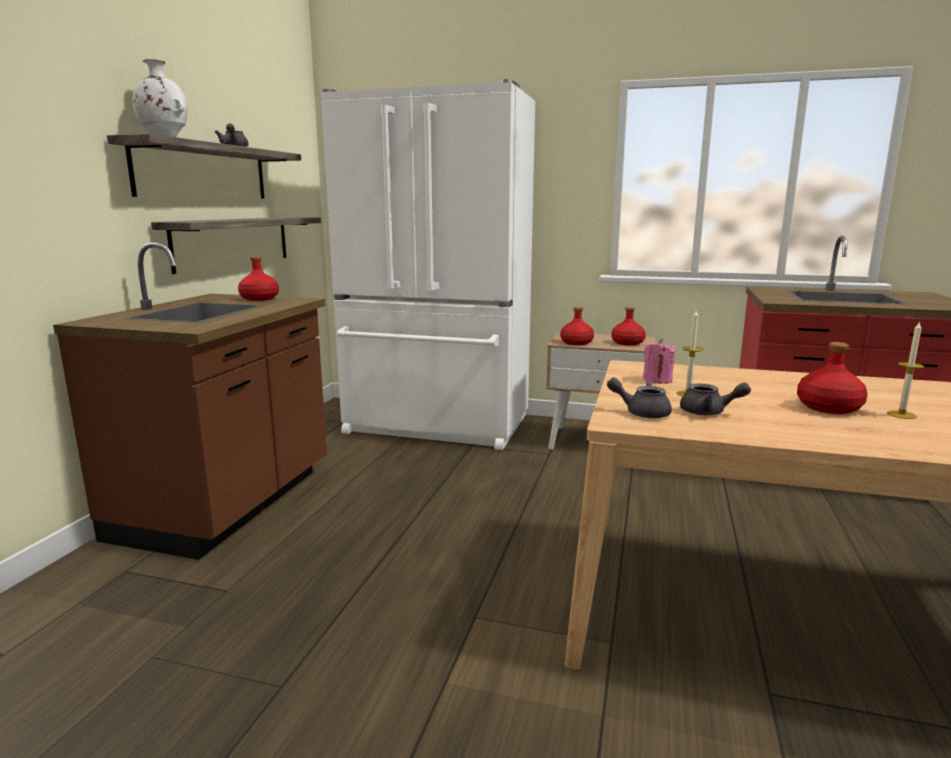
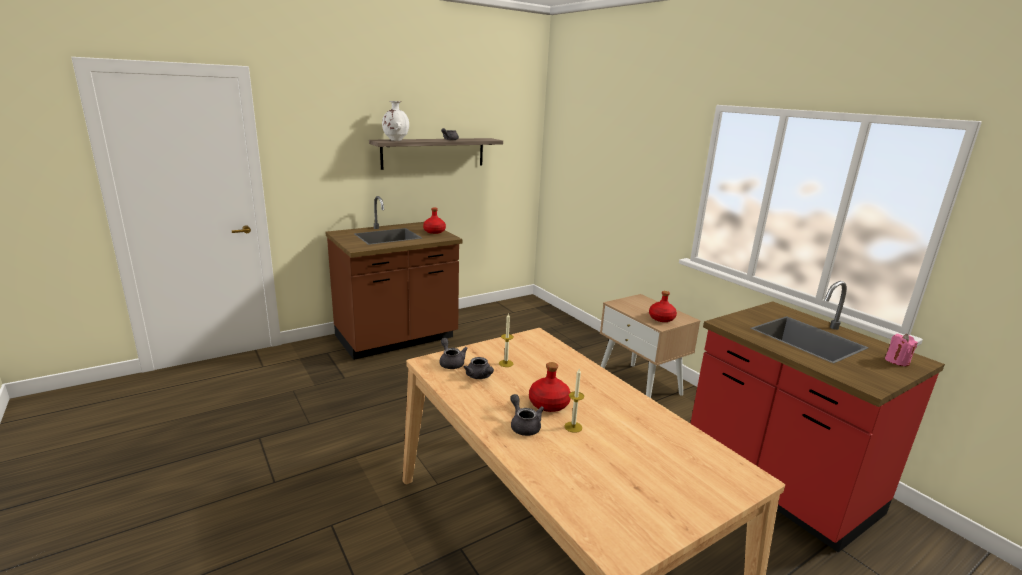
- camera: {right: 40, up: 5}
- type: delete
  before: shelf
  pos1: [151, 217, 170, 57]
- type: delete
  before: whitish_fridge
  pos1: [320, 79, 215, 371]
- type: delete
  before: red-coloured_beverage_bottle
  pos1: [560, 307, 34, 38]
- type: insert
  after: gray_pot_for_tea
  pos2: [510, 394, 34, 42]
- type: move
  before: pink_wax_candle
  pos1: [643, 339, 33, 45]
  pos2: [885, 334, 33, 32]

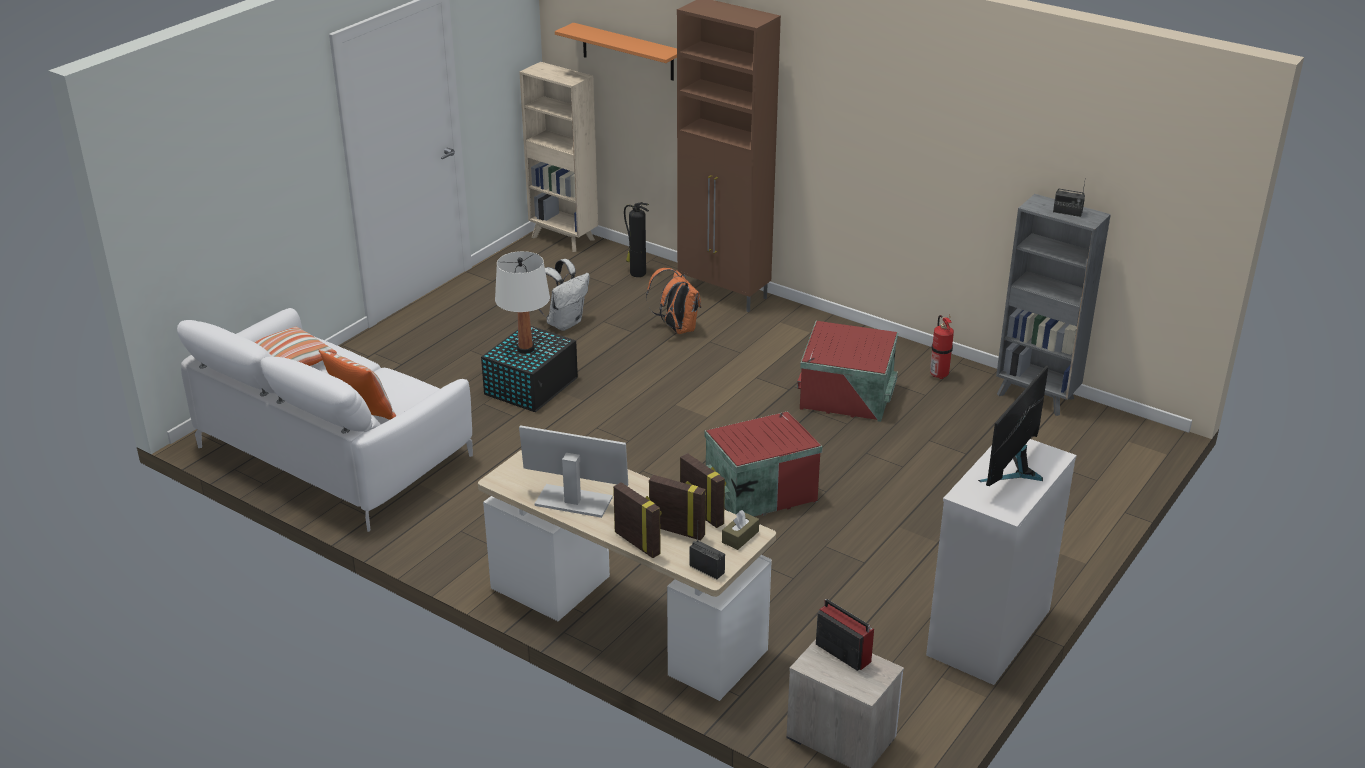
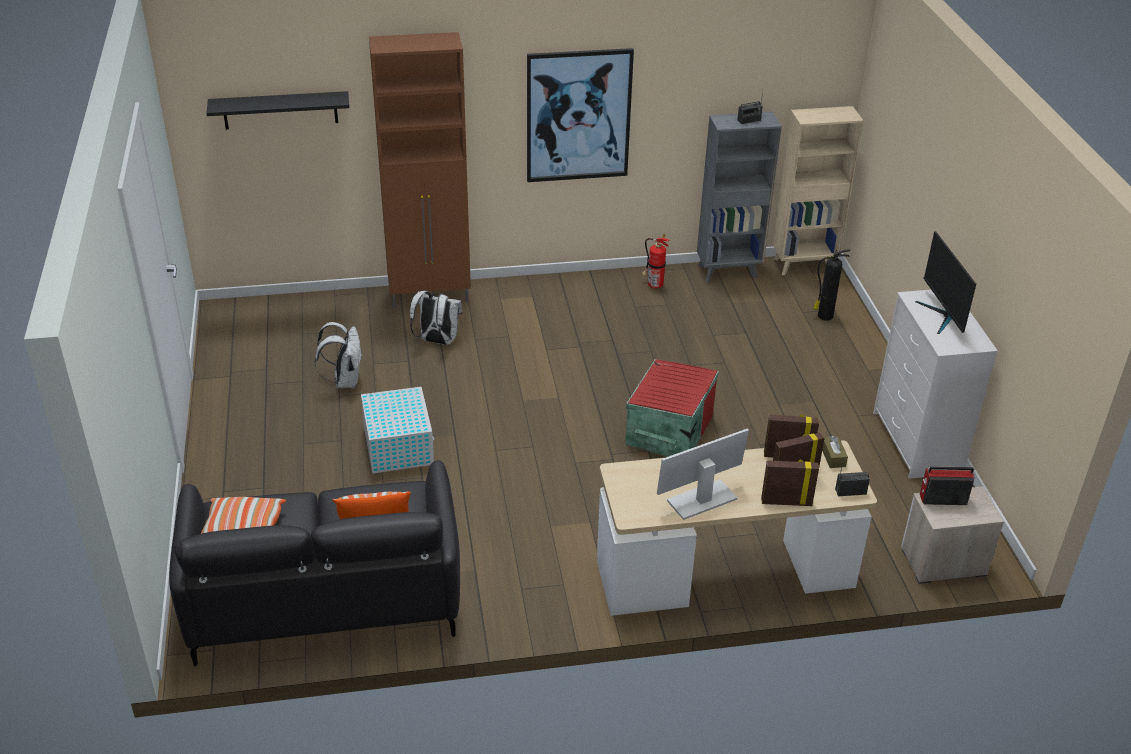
- camera: {right: -45, up: 5}
- type: delete
  before: whitish_tabletop_lamp
  pos1: [495, 251, 55, 103]
- type: delete
  before: red-coloured_storage_bin
  pos1: [797, 321, 101, 101]
- type: insert
  after: wall_art
  pos2: [527, 48, 107, 134]
- type: move
  before: beige_bookshelf
  pos1: [519, 62, 79, 190]
  pos2: [773, 106, 91, 170]
- type: move
  before: fire-fighting_cylinder
  pos1: [624, 202, 25, 75]
  pos2: [813, 249, 37, 72]
- type: recolor
  before: whitish_sofa
  after: black-coloured_sofa
  pos1: [177, 308, 296, 224]
  pos2: [169, 460, 291, 207]
- type: recolor
  before: black-coloured_storage_bin
  after: whitish_storage_bin
  pos1: [481, 326, 97, 86]
  pos2: [361, 387, 73, 86]
- type: recolor
  before: orangey_shelf
  after: black-coloured_shelf
  pos1: [555, 23, 122, 58]
  pos2: [206, 91, 143, 39]
- type: recolor
  before: orangey_knapsack
  after: whitish_knapsack
  pos1: [646, 268, 55, 66]
  pos2: [410, 291, 53, 54]

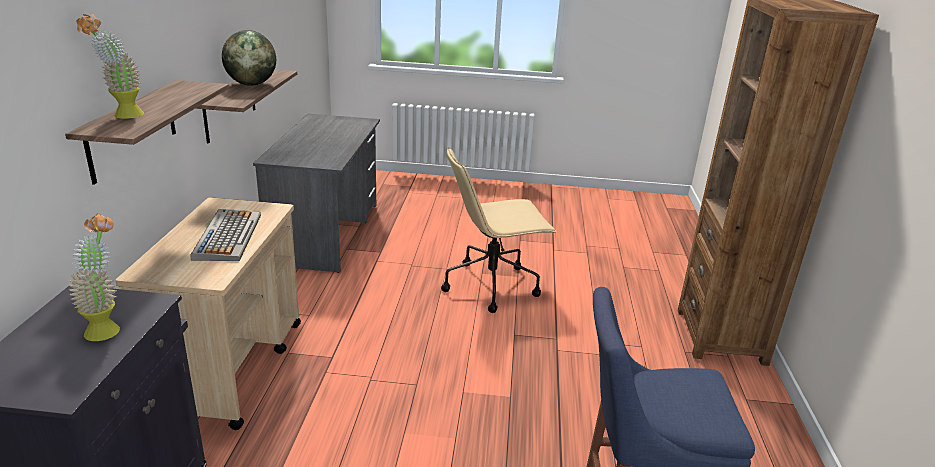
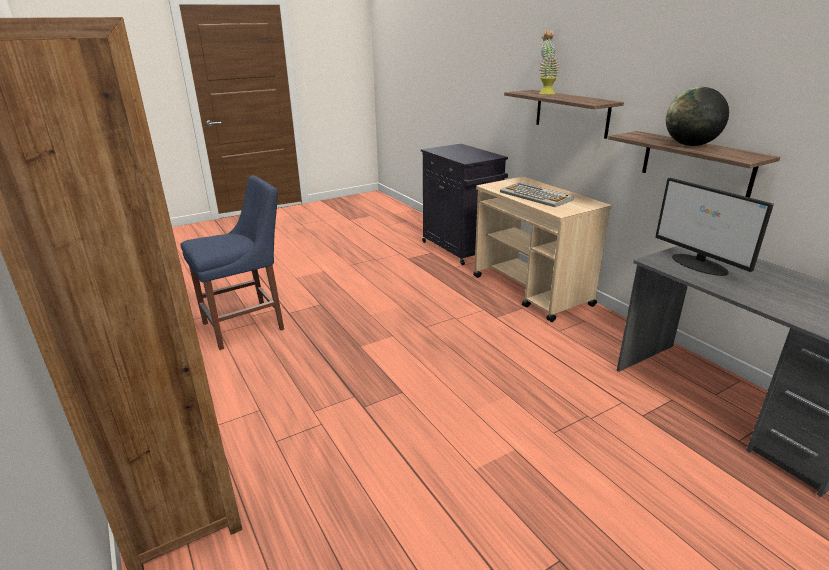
- camera: {right: 145, up: 0}
- type: delete
  before: potted_plant
  pos1: [69, 213, 51, 128]
- type: delete
  before: beige_office_chair
  pos1: [441, 148, 116, 165]
- type: insert
  after: computer_screen
  pos2: [655, 178, 119, 98]

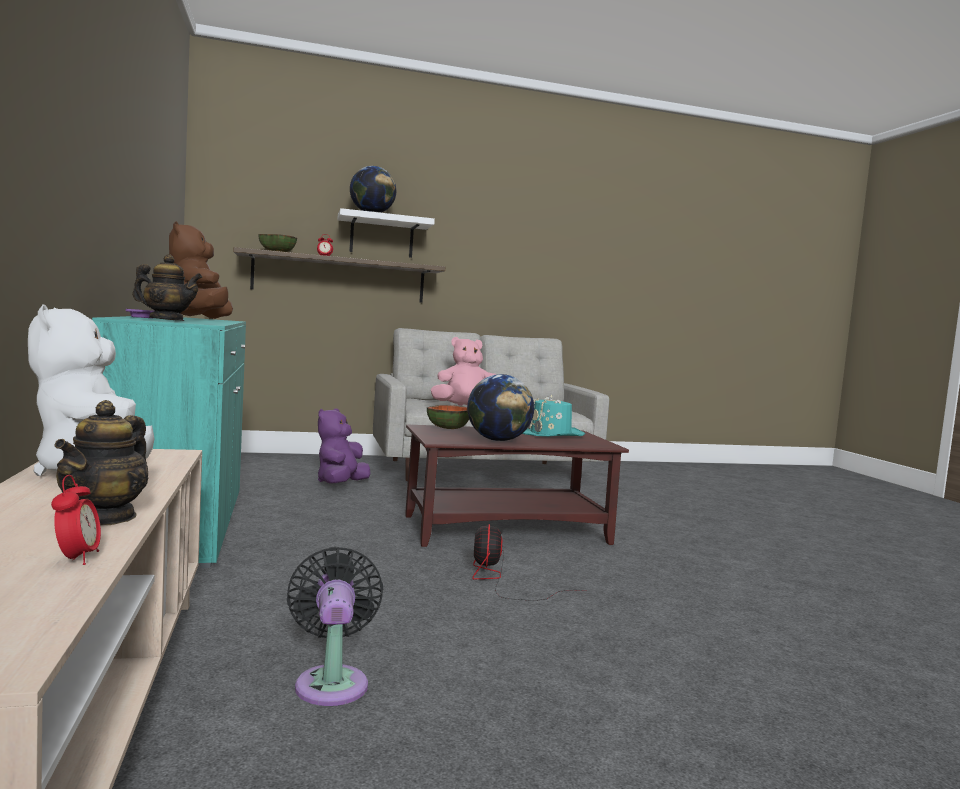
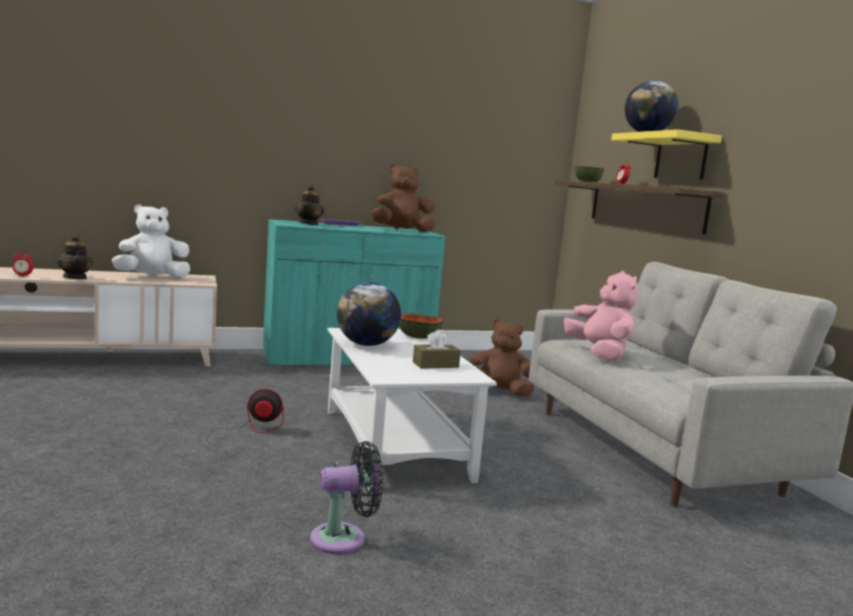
- camera: {right: 85, up: 5}
- type: move
  before: black-coloured_electric_fan
  pos1: [287, 547, 96, 159]
  pos2: [310, 441, 73, 113]
- type: replace
  before: turquoise_wearable_hat
  after: brown_tissue_box
  pos1: [522, 394, 63, 43]
  pos2: [413, 330, 48, 39]
- type: recolor
  before: purple_plush_toy
  after: brown_plush_toy
  pos1: [318, 408, 52, 76]
  pos2: [470, 319, 64, 78]
- type: recolor
  before: whitish_shelf
  after: yellowish_shelf
  pos1: [337, 208, 98, 50]
  pos2: [611, 129, 111, 51]
- type: recolor
  before: brown_lounge_table
  after: whitish_lounge_table
  pos1: [405, 425, 224, 122]
  pos2: [328, 328, 169, 163]
- type: rotate
  before: pot_for_tea
  pos1: [54, 400, 95, 125]
  pos2: [57, 235, 36, 44]
  turn: -135

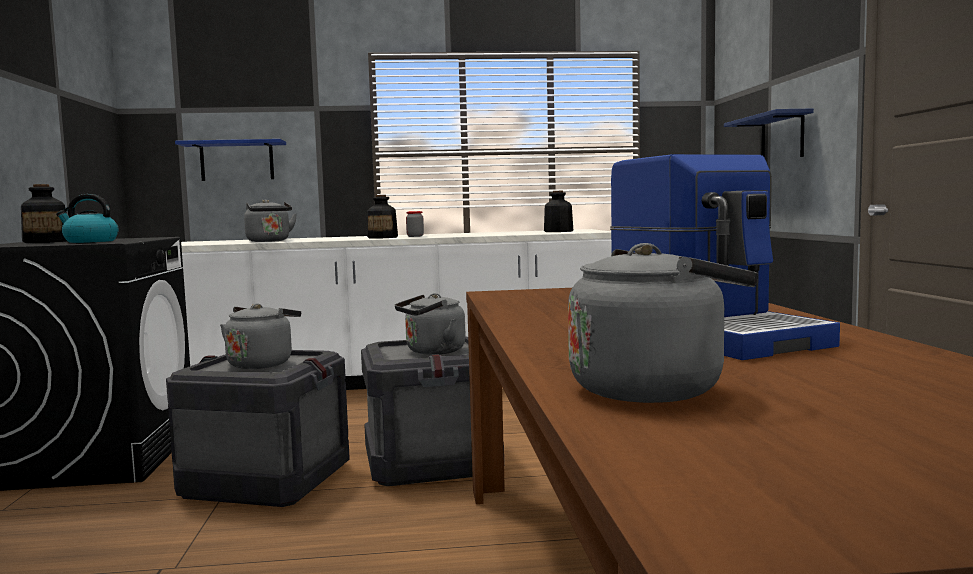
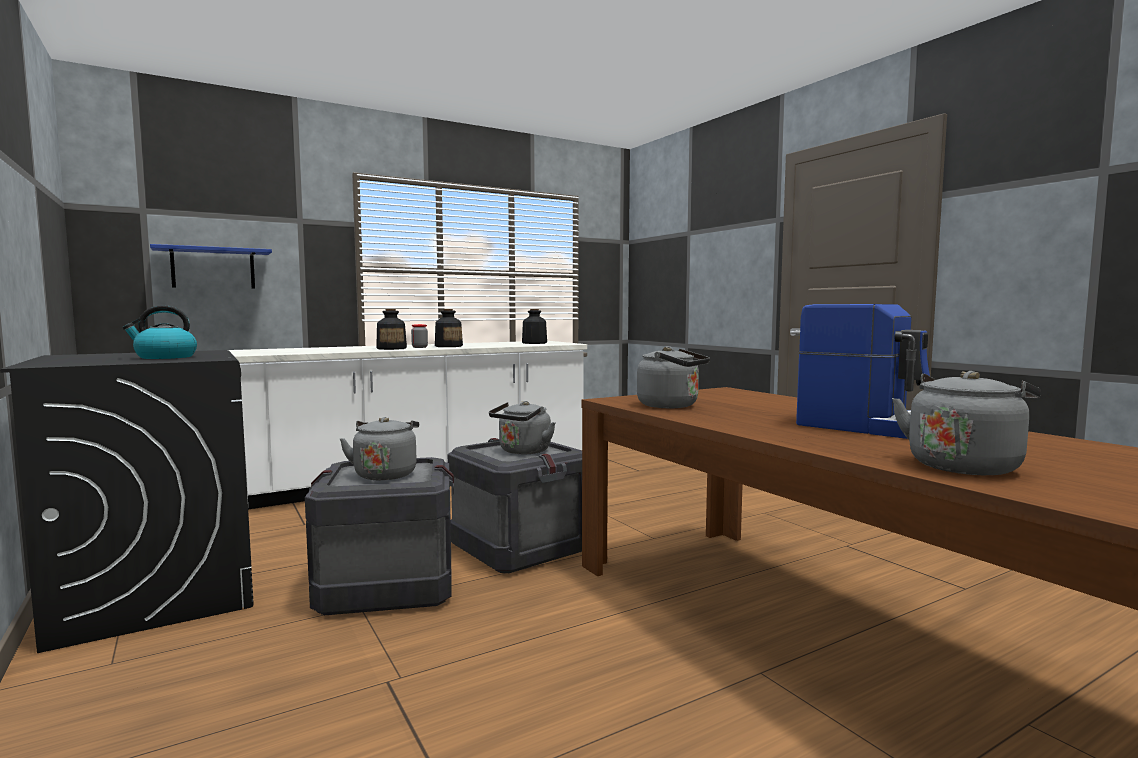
- camera: {right: -25, up: 0}
- type: delete
  before: blue-coloured_shelf
  pos1: [724, 109, 90, 48]
- type: move
  before: beverage_bottle
  pos1: [21, 184, 46, 59]
  pos2: [435, 309, 28, 38]
- type: move
  before: gray_kettle
  pos1: [244, 199, 53, 43]
  pos2: [637, 346, 73, 62]

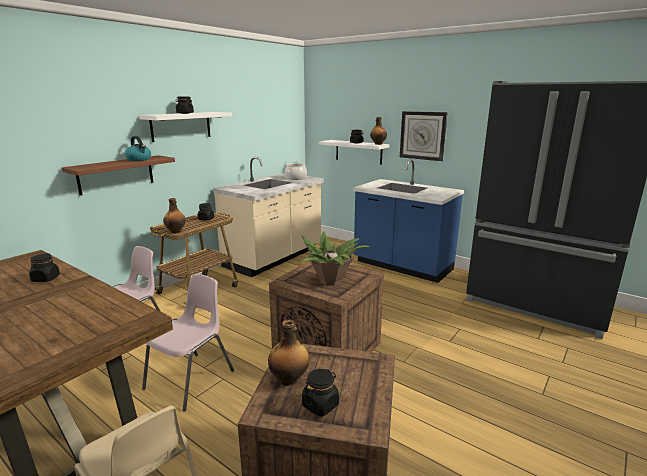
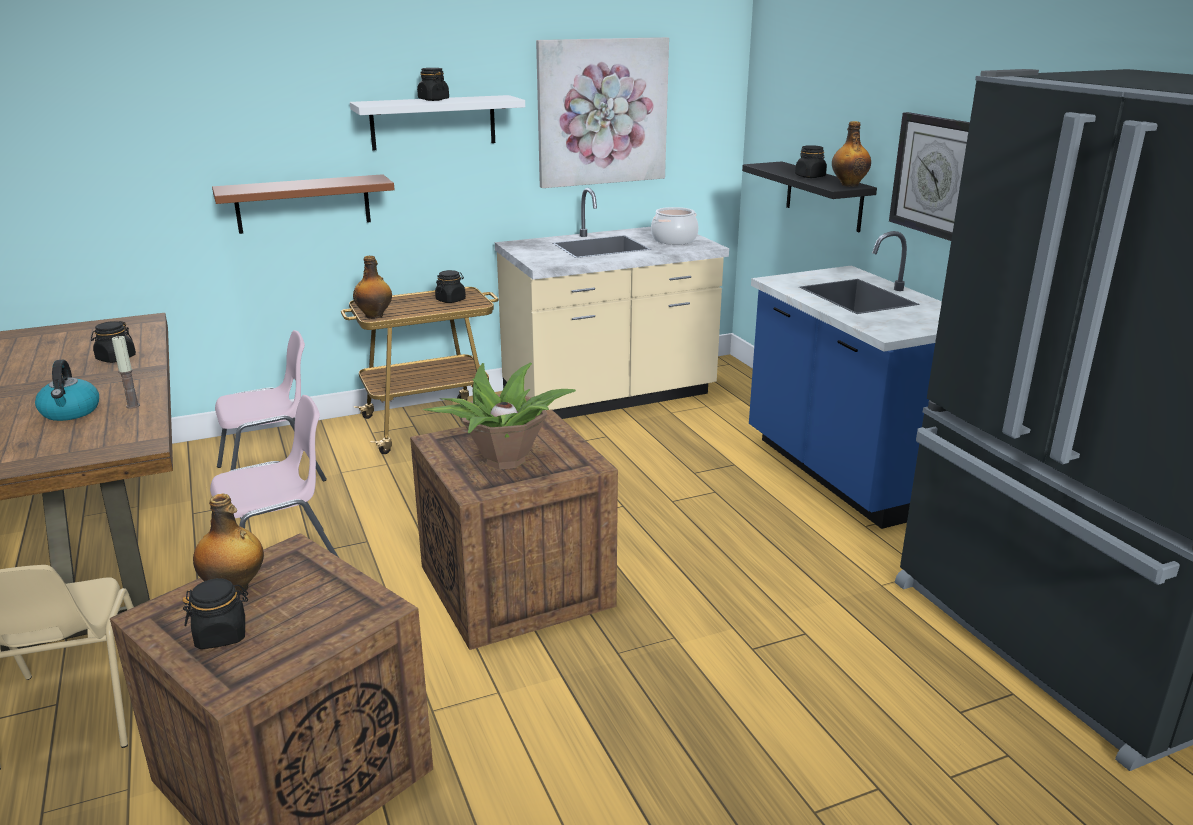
- camera: {right: 30, up: 5}
- type: insert
  after: wax_candle
  pos2: [112, 336, 28, 73]
- type: insert
  after: wall_art
  pos2: [536, 37, 133, 151]
- type: move
  before: kettle
  pos1: [125, 136, 26, 25]
  pos2: [35, 359, 64, 62]
- type: recolor
  before: whitish_shelf
  after: black-coloured_shelf
  pos1: [319, 140, 71, 25]
  pos2: [742, 161, 135, 71]

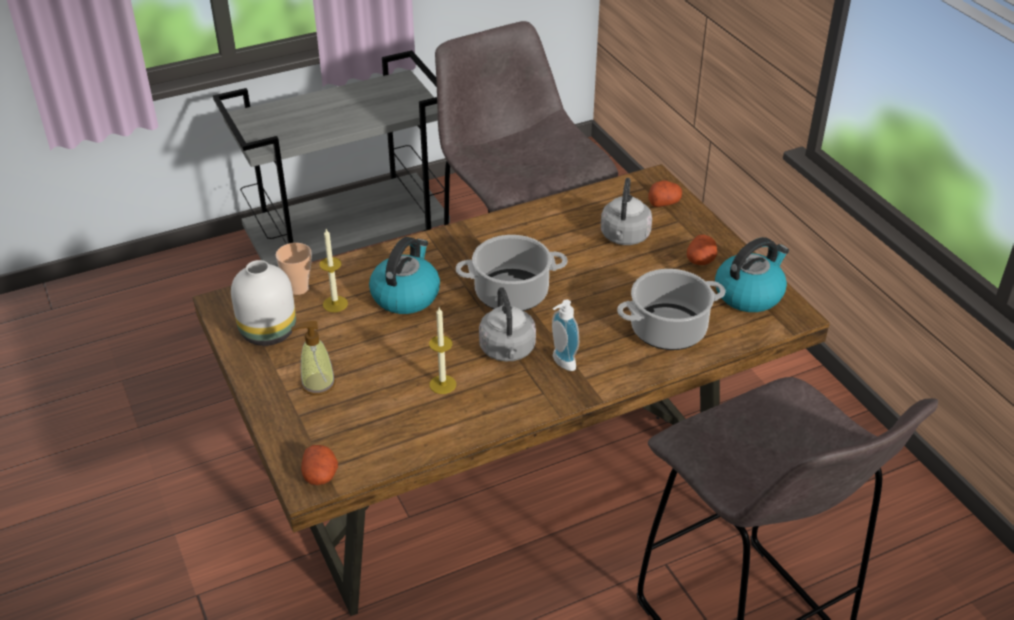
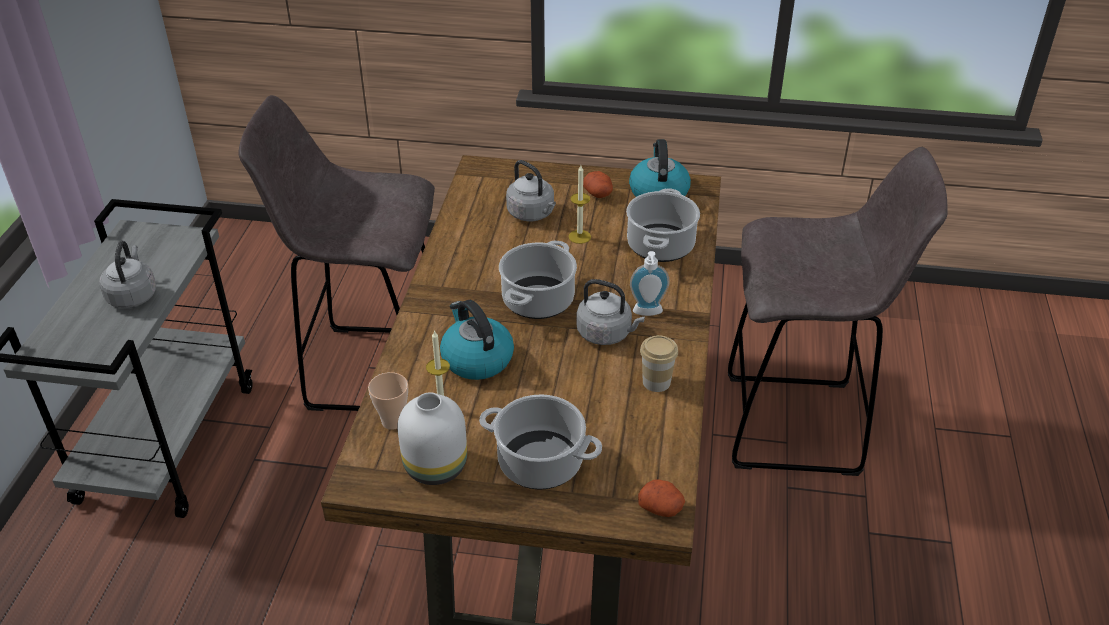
- camera: {right: -55, up: 0}
- type: delete
  before: spud
  pos1: [648, 180, 34, 27]
- type: insert
  after: gray_kettle
  pos2: [100, 241, 56, 67]
- type: insert
  after: small_cup
  pos2: [640, 335, 38, 57]
- type: move
  before: wax_candle
  pos1: [429, 308, 27, 86]
  pos2: [569, 165, 22, 79]
- type: replace
  before: soap_dispenser
  after: stockpot
  pos1: [291, 321, 45, 74]
  pos2: [479, 394, 123, 96]

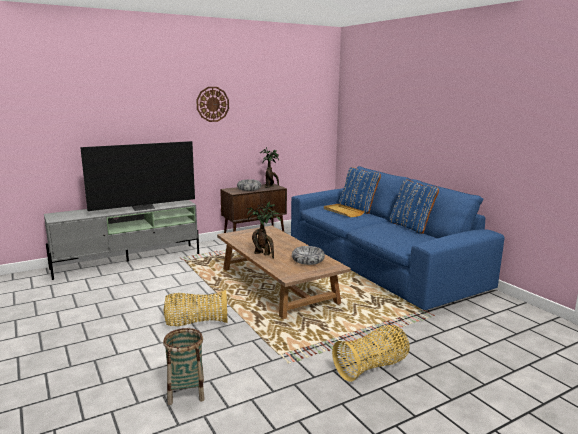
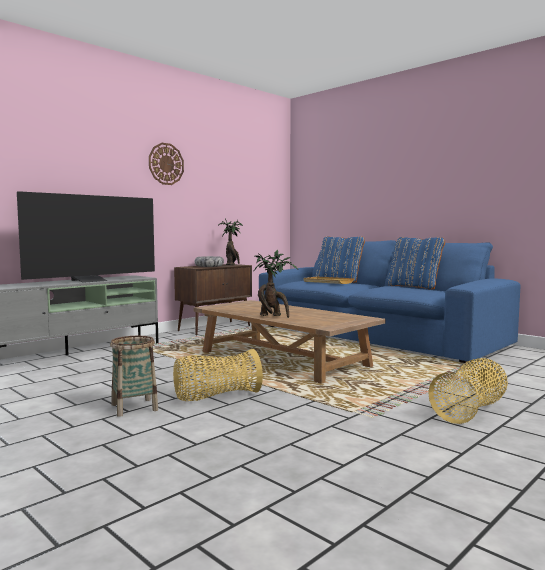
- camera: {right: -15, up: -10}
- type: delete
  before: bowl
  pos1: [292, 246, 33, 19]
- type: move
  before: basket
  pos1: [163, 328, 42, 77]
  pos2: [110, 336, 48, 81]

